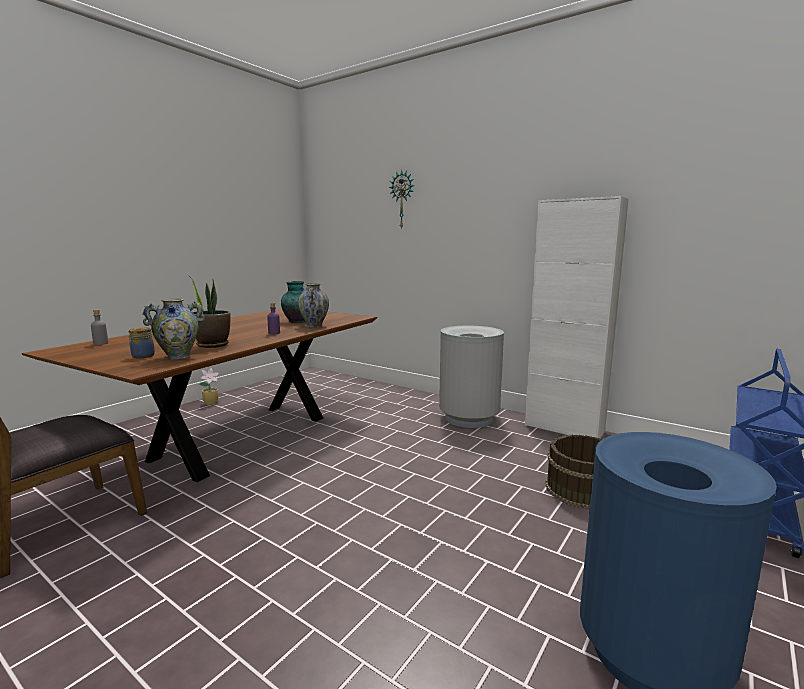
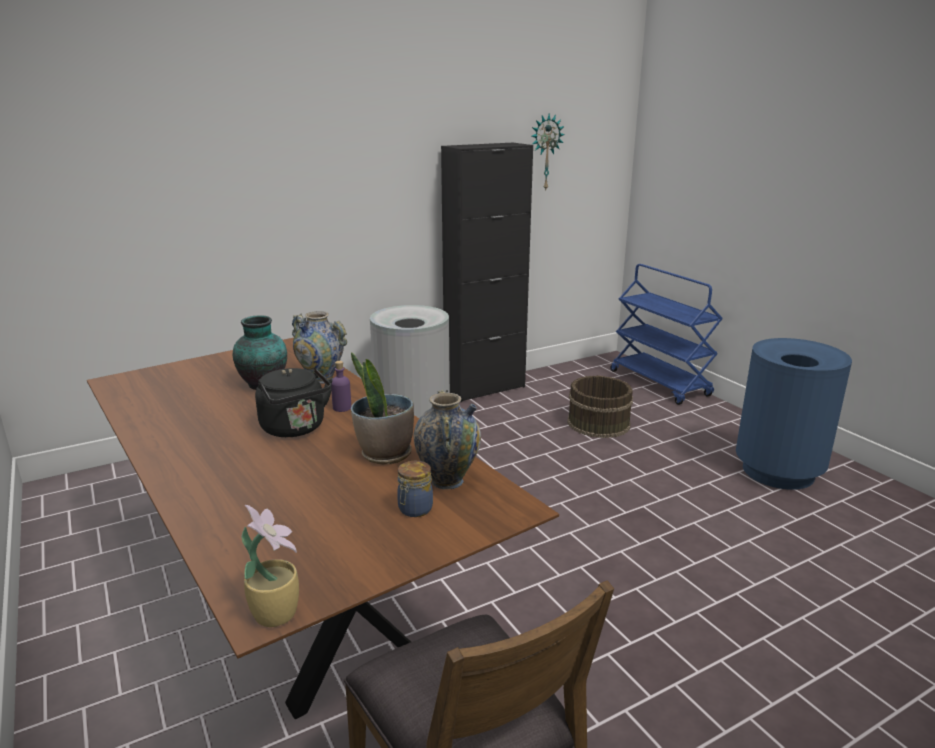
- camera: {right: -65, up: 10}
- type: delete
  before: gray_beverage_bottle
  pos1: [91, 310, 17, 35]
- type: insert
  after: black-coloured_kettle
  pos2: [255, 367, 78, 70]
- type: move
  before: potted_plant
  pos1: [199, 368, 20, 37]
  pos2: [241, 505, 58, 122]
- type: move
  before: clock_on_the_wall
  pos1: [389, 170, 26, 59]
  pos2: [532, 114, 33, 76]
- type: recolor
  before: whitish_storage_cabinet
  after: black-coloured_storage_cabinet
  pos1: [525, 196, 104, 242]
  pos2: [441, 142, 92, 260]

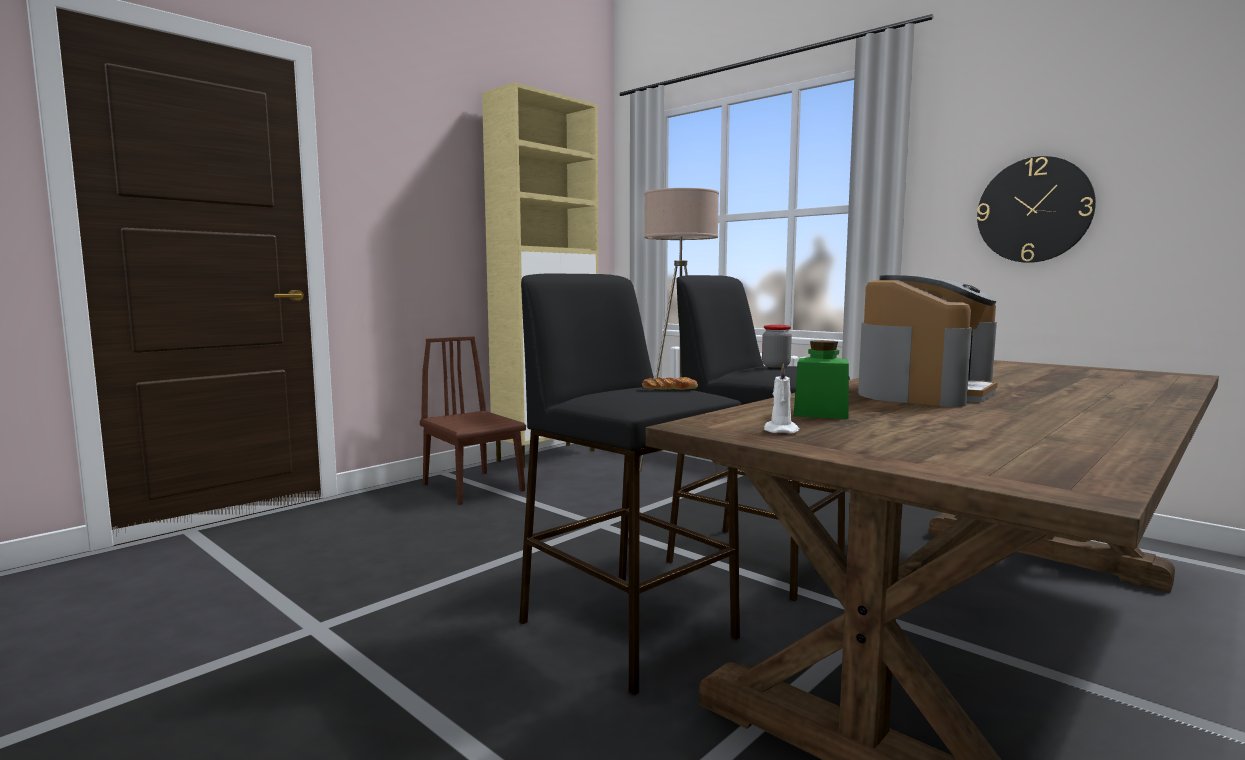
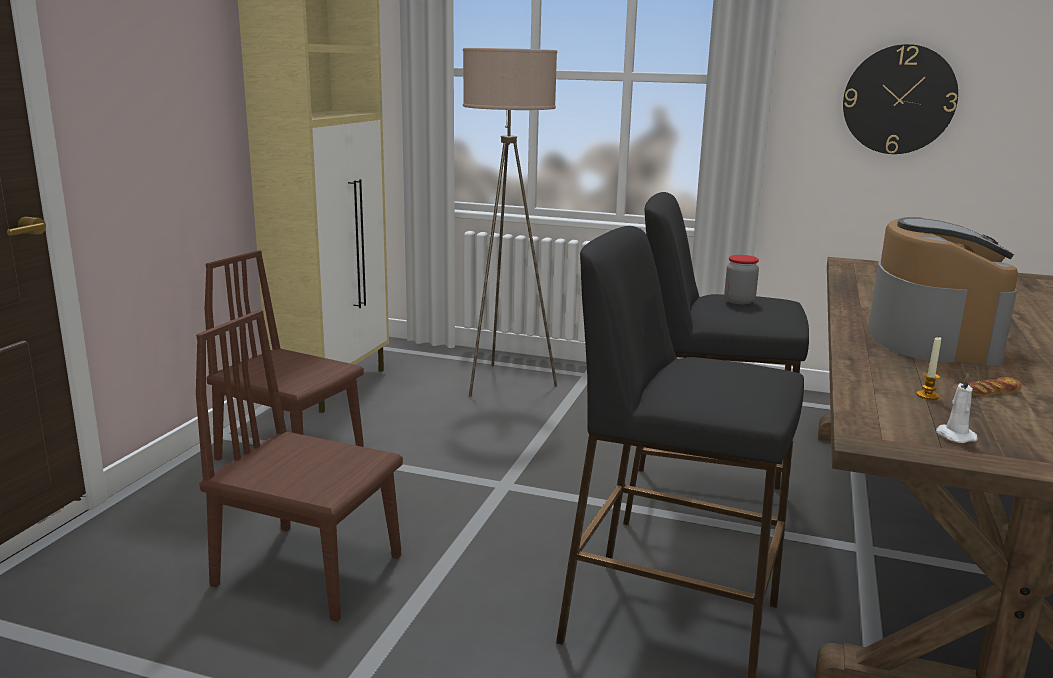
- camera: {right: -25, up: 10}
- type: insert
  after: brown_upright_chair
  pos2: [196, 310, 207, 312]
- type: move
  before: bread
  pos1: [642, 377, 56, 13]
  pos2: [968, 377, 54, 19]
- type: replace
  before: greenish_preserve_jar
  after: wax_candle
  pos1: [794, 340, 55, 79]
  pos2: [917, 336, 24, 64]

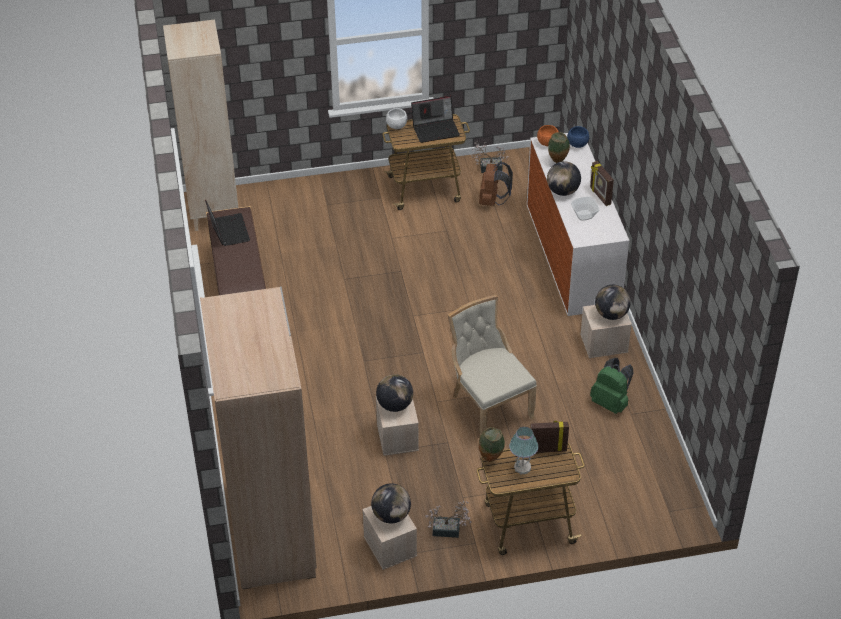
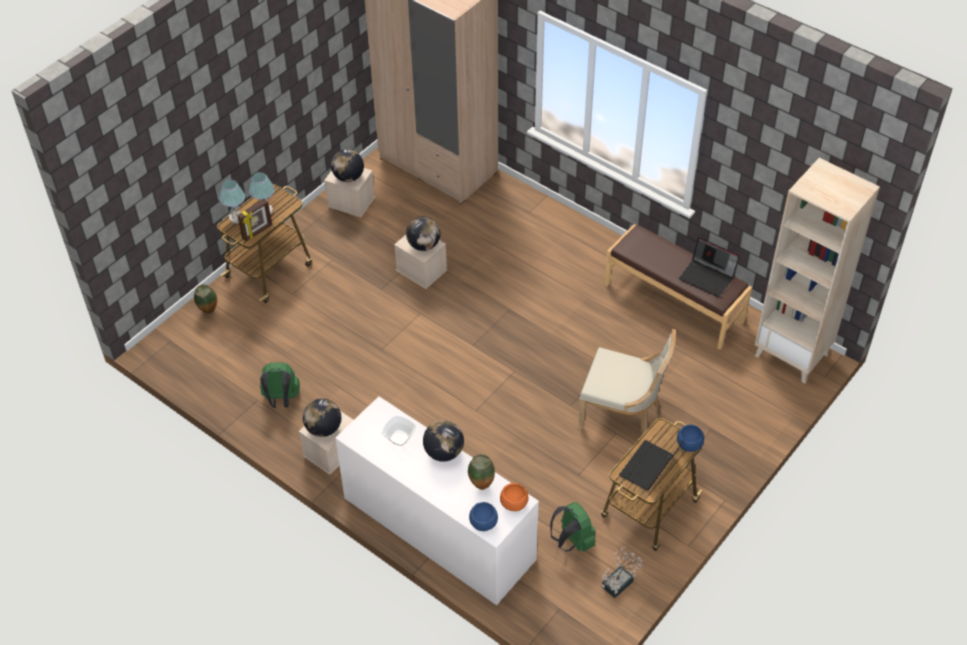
- camera: {right: 140, up: 5}
- type: delete
  before: potted_plant
  pos1: [425, 501, 46, 37]
- type: delete
  before: photo_frame
  pos1: [590, 161, 24, 45]
- type: insert
  after: tabletop_lamp
  pos2: [219, 180, 26, 44]
- type: move
  before: beige_upright_chair
  pos1: [448, 295, 89, 141]
  pos2: [577, 329, 99, 106]
- type: move
  before: decorative_vase
  pos1: [479, 427, 26, 35]
  pos2: [194, 284, 23, 30]
- type: recolor
  before: whitish_bowl
  after: blue-coloured_bowl
  pos1: [386, 108, 21, 21]
  pos2: [677, 425, 27, 27]
- type: recolor
  before: brown_knapsack
  after: greenish_knapsack
  pos1: [479, 162, 34, 44]
  pos2: [550, 502, 45, 50]

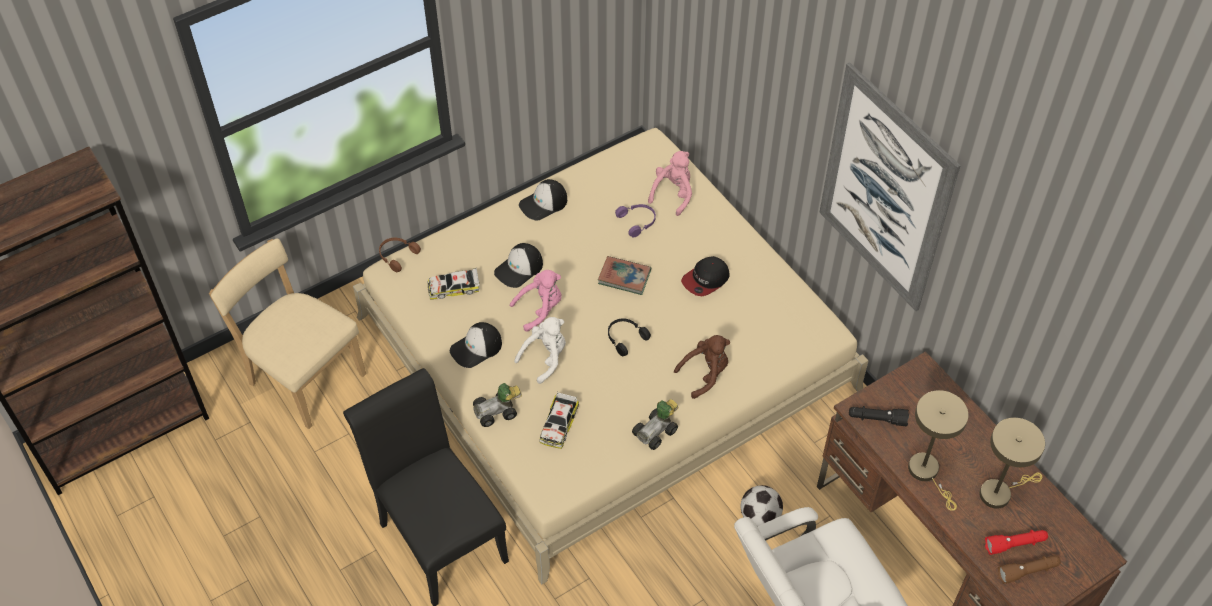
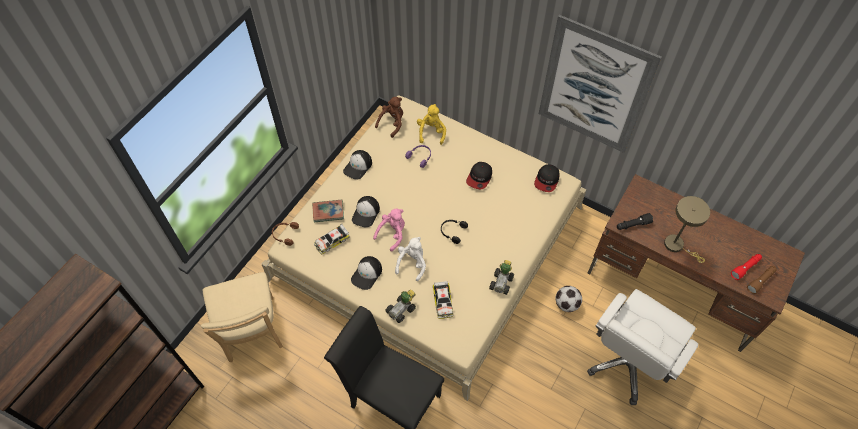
- camera: {right: -25, up: 5}
- type: delete
  before: beige_tabletop_lamp
  pos1: [979, 418, 66, 91]
- type: insert
  after: peaked_cap
  pos2: [534, 164, 25, 28]
- type: move
  before: bound_book
  pos1: [598, 256, 53, 39]
  pos2: [312, 200, 32, 23]
- type: move
  before: brown_plush_toy
  pos1: [674, 335, 56, 64]
  pos2: [375, 97, 28, 41]
- type: recolor
  before: pink_plush_toy
  after: yellowish_plush_toy
  pos1: [648, 151, 44, 65]
  pos2: [417, 104, 29, 41]
- type: rotate
  before: beige_upright_chair
  pos1: [209, 239, 157, 190]
  pos2: [200, 272, 83, 90]
  turn: -120

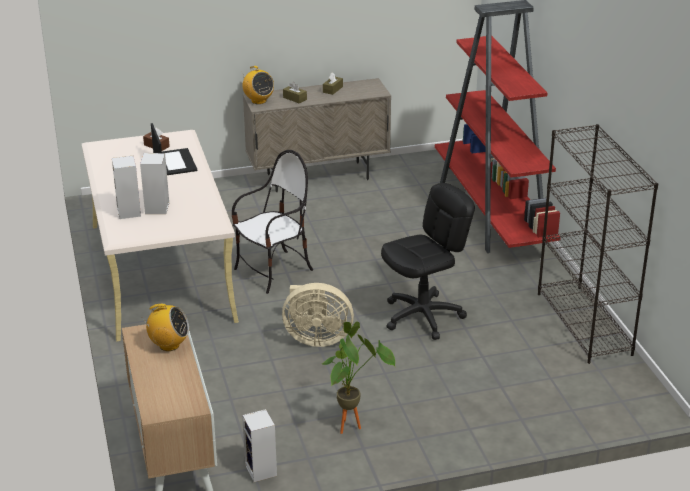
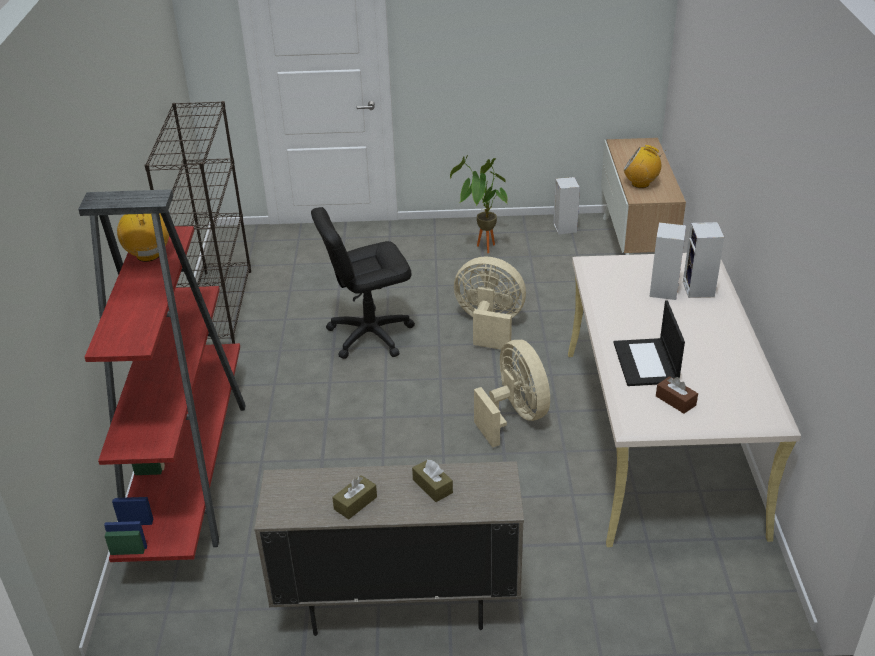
- camera: {right: -165, up: 5}
- type: move
  before: radio_set
  pos1: [241, 66, 33, 38]
  pos2: [117, 213, 52, 49]
- type: replace
  before: upright_chair
  after: beige_electric_fan
  pos1: [232, 150, 81, 144]
  pos2: [474, 340, 76, 108]

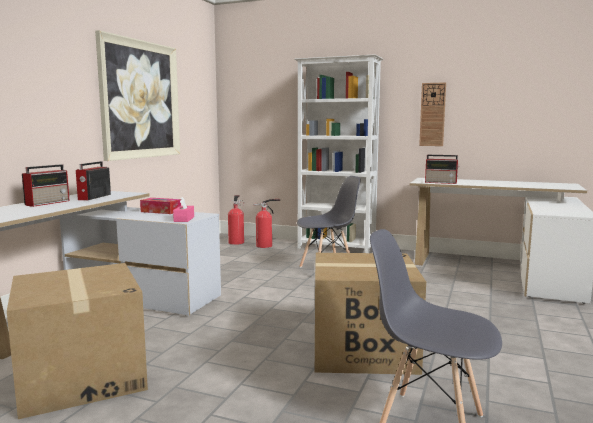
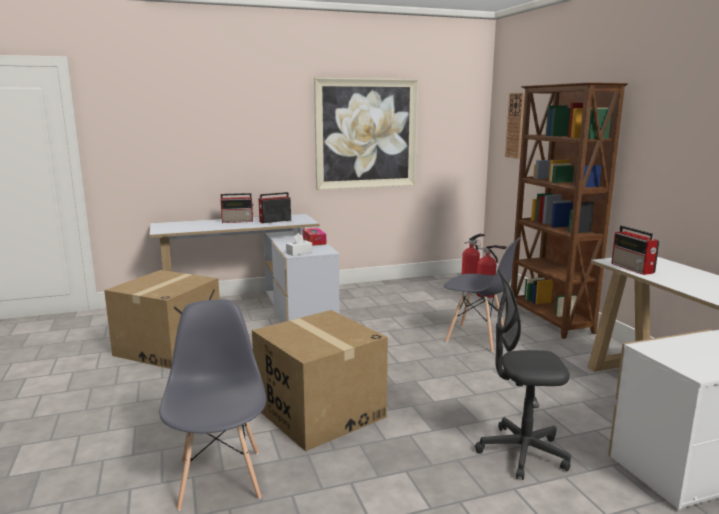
- camera: {right: 50, up: 5}
- type: insert
  after: gray_office_chair
  pos2: [475, 269, 96, 211]
- type: move
  before: clock_on_the_wall
  pos1: [419, 82, 27, 64]
  pos2: [505, 93, 19, 66]
- type: recolor
  before: pink_tissue_box
  after: whitish_tissue_box
  pos1: [173, 197, 21, 25]
  pos2: [286, 233, 26, 23]
- type: recolor
  before: whitish_bookshelf
  after: brown_bookshelf
  pos1: [295, 54, 88, 199]
  pos2: [511, 82, 117, 257]

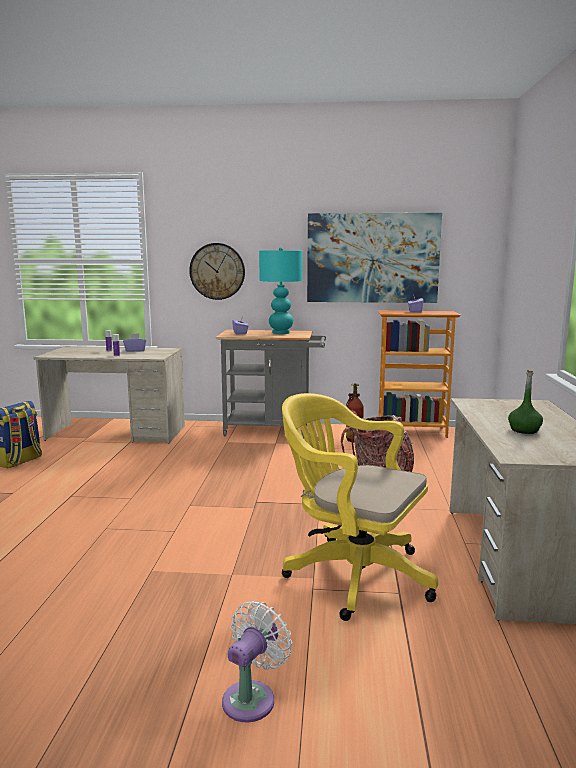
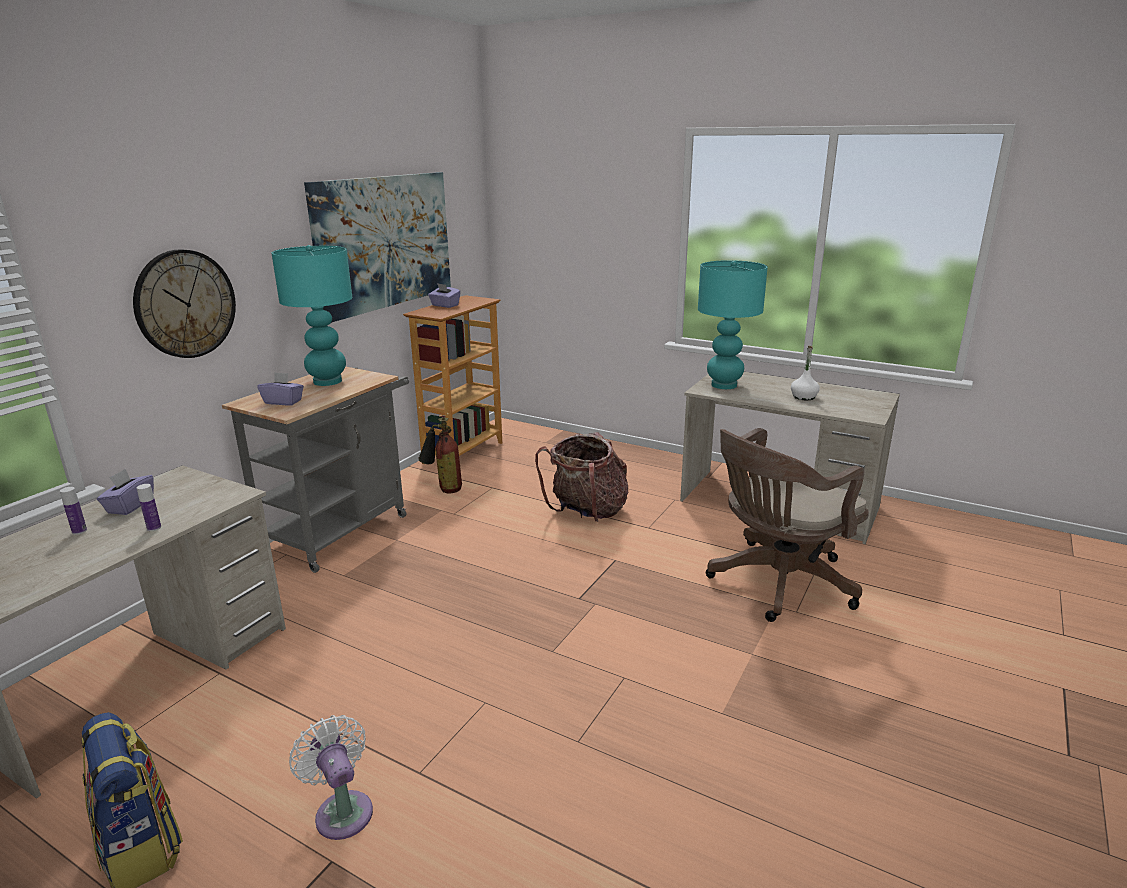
- camera: {right: -65, up: 10}
- type: insert
  after: turquoise_tabletop_lamp
  pos2: [698, 260, 70, 129]
- type: move
  before: whitish_electric_fan
  pos1: [222, 601, 70, 122]
  pos2: [289, 715, 84, 125]
- type: recolor
  before: yellowish_office_chair
  after: brown_office_chair
  pos1: [282, 393, 156, 228]
  pos2: [706, 428, 163, 194]
- type: recolor
  before: greenish_beverage_bottle
  after: whitish_beverage_bottle
  pos1: [508, 369, 35, 65]
  pos2: [791, 345, 29, 55]

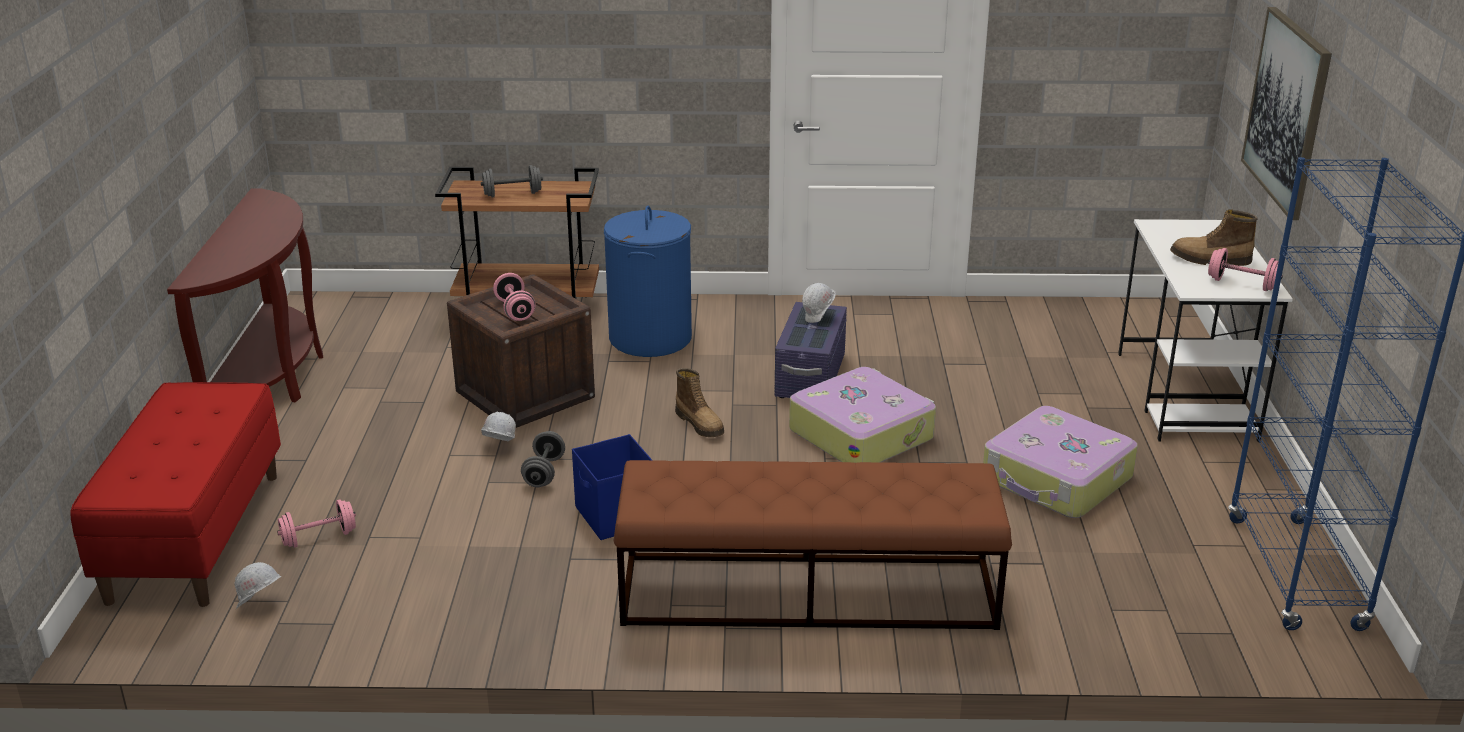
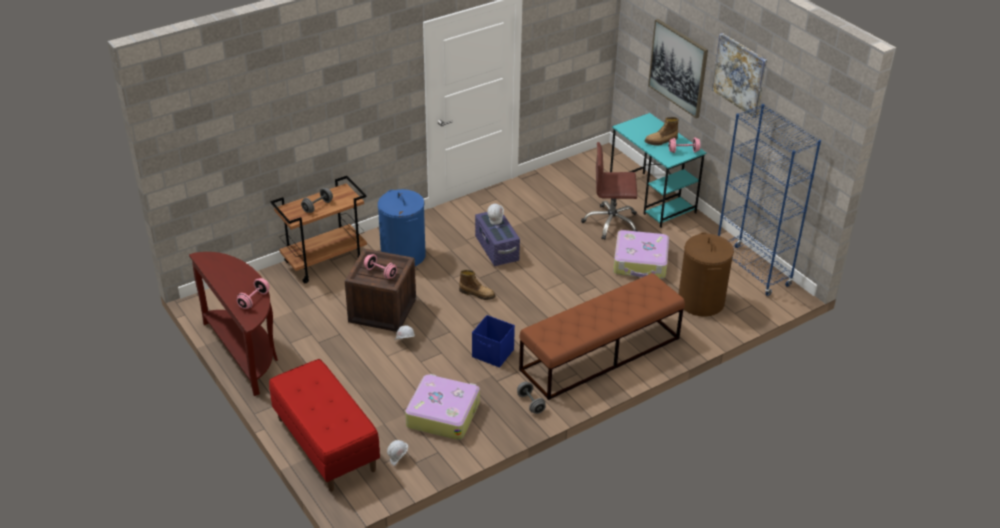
- camera: {right: -35, up: 10}
- type: insert
  after: brown_office_chair
  pos2: [581, 142, 56, 98]
- type: insert
  after: brown_laundry_basket
  pos2: [679, 232, 55, 85]
- type: insert
  after: wall_art
  pos2: [712, 33, 55, 85]
- type: move
  before: pink_dumbbell
  pos1: [277, 500, 79, 48]
  pos2: [236, 278, 34, 31]
- type: move
  before: gray_dumbbell
  pos1: [521, 431, 44, 56]
  pos2: [517, 382, 29, 32]
- type: move
  before: suitcase
  pos1: [789, 367, 147, 96]
  pos2: [405, 374, 75, 66]
- type: recolor
  before: whitish_desk_unit
  after: turquoise_desk_unit
  pos1: [1118, 219, 175, 223]
  pos2: [610, 113, 97, 115]

